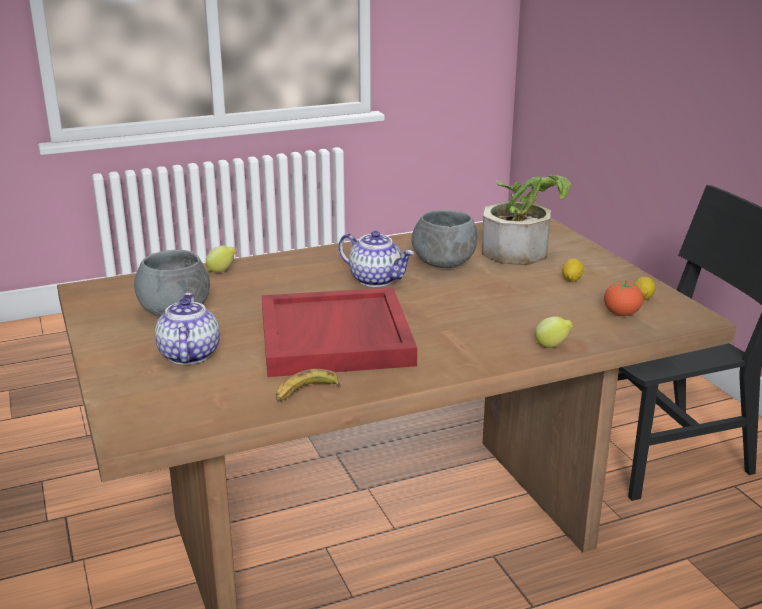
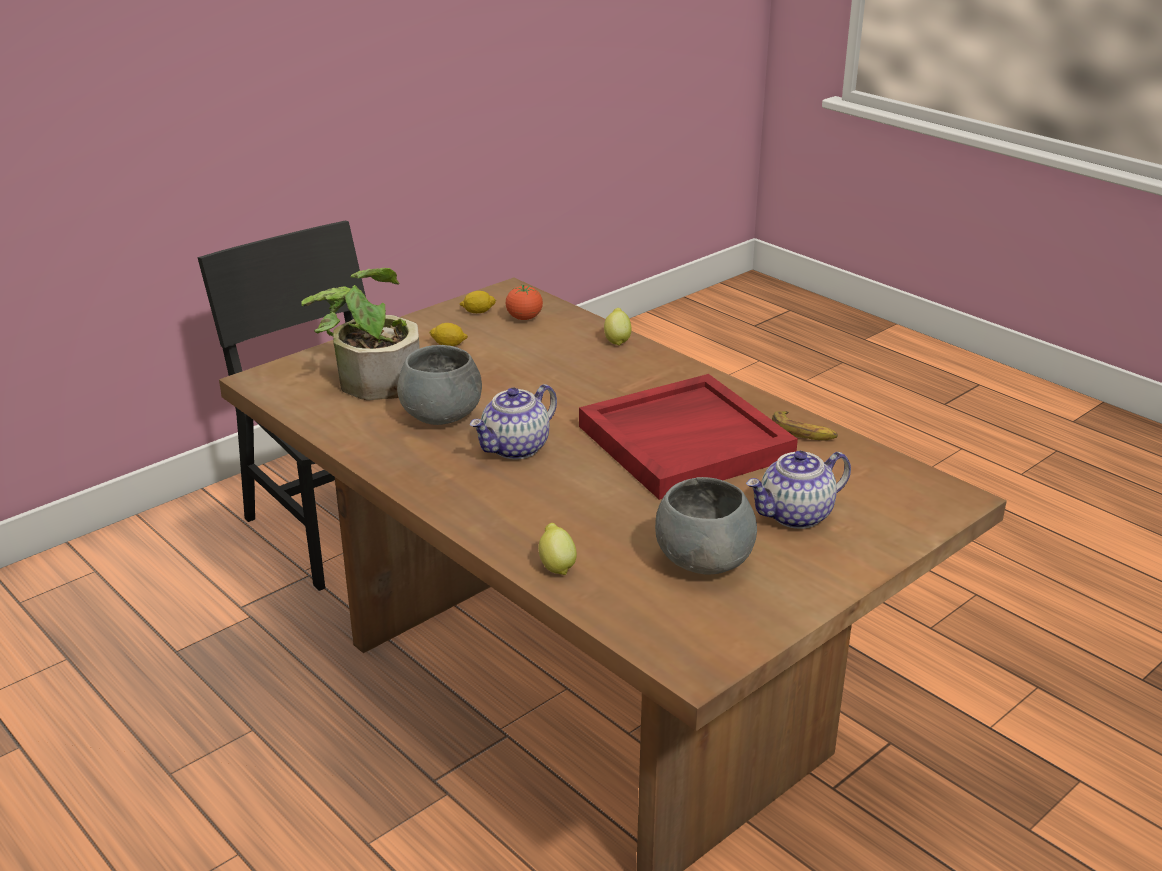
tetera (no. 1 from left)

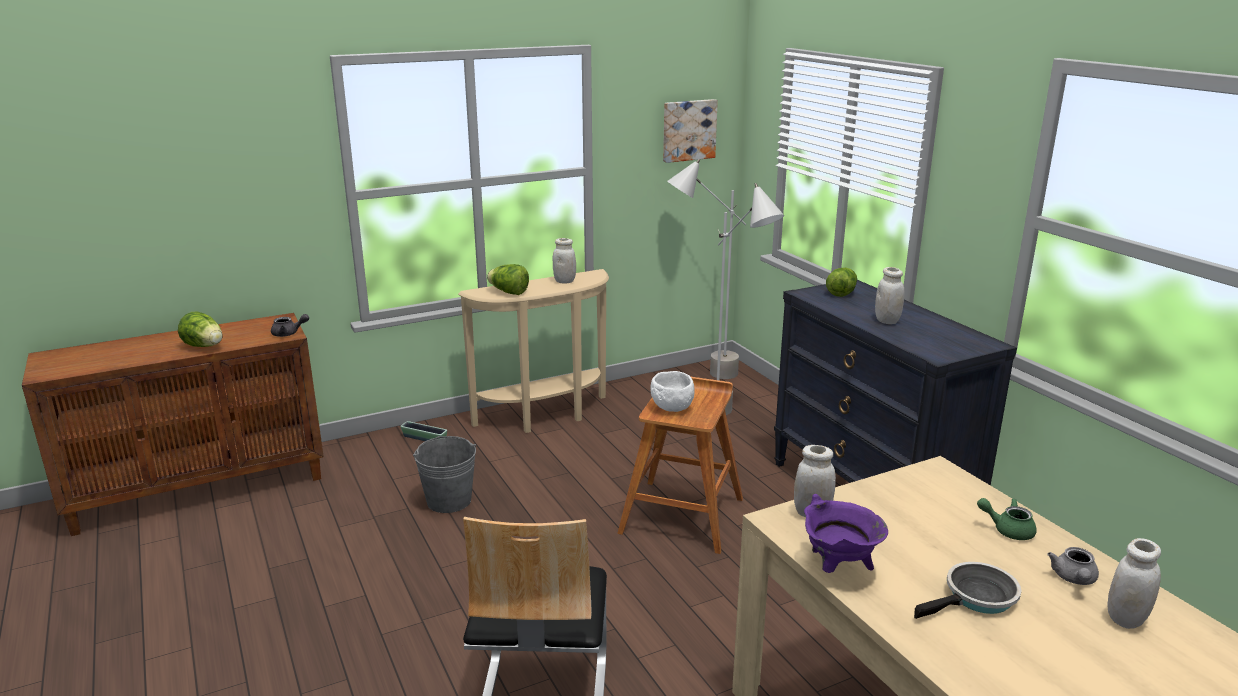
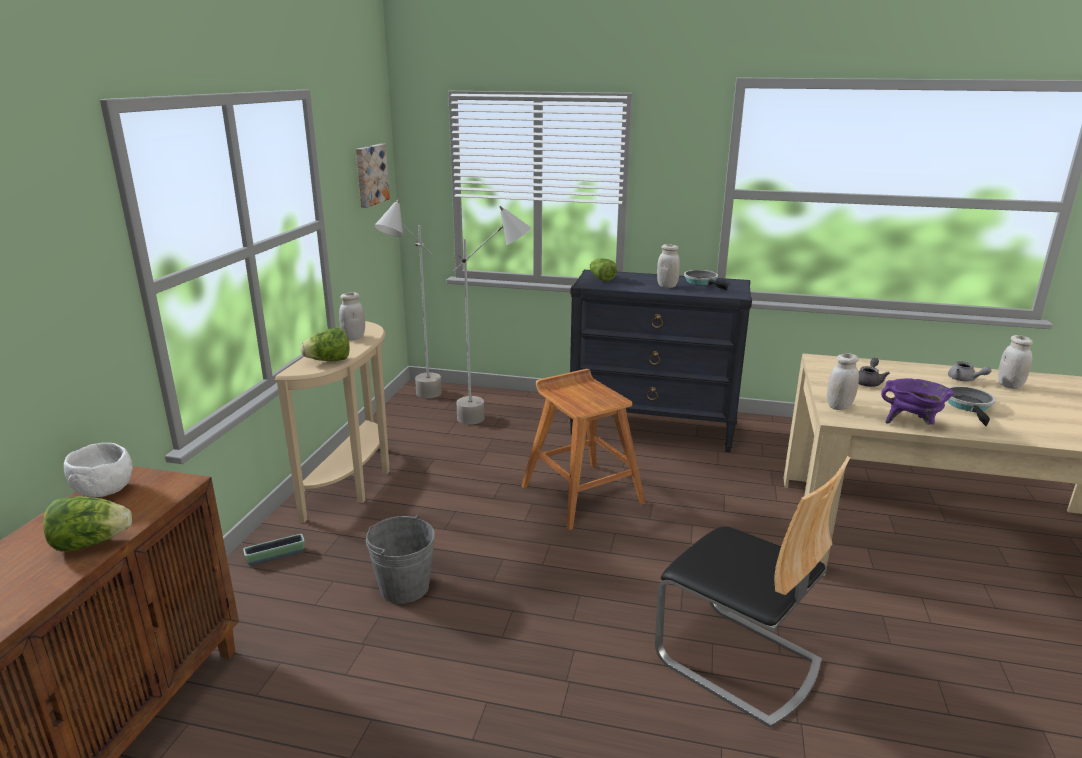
tetera [gris] (no. 1 from left)
cuenco [blanco]
tetera [verde]
sartén (no. 1 from left)

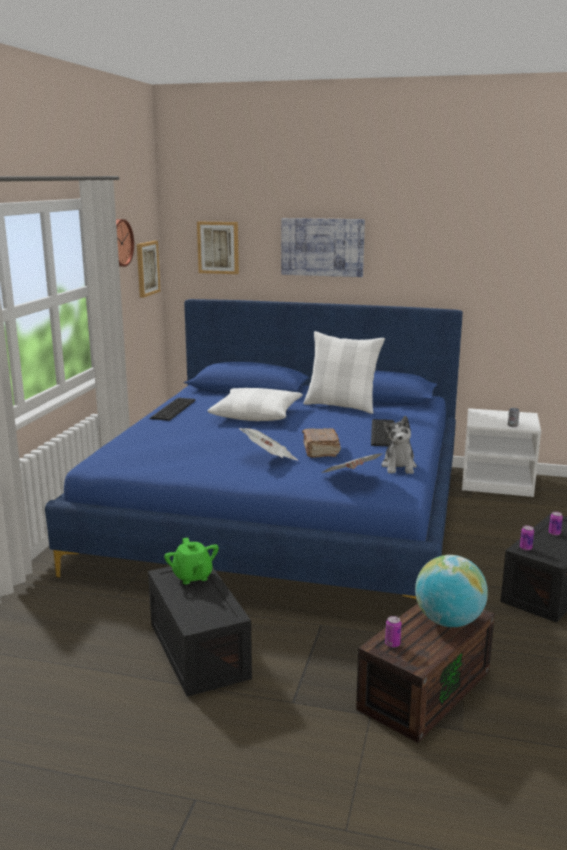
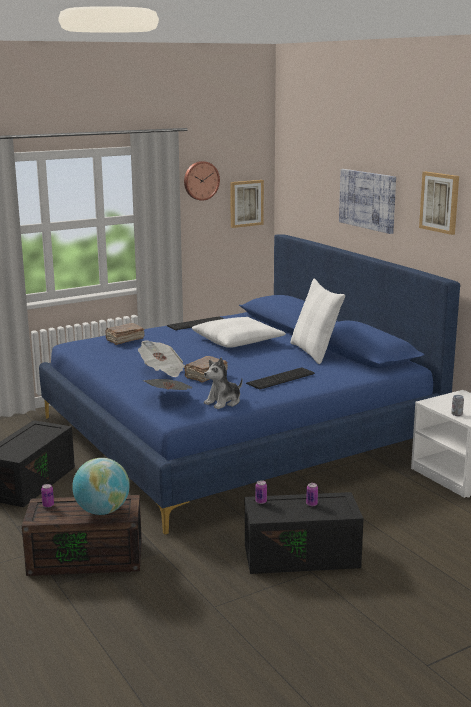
tetera [verde]
cuadro (no. 3 from left)
libro [marrón] (no. 1 from left)

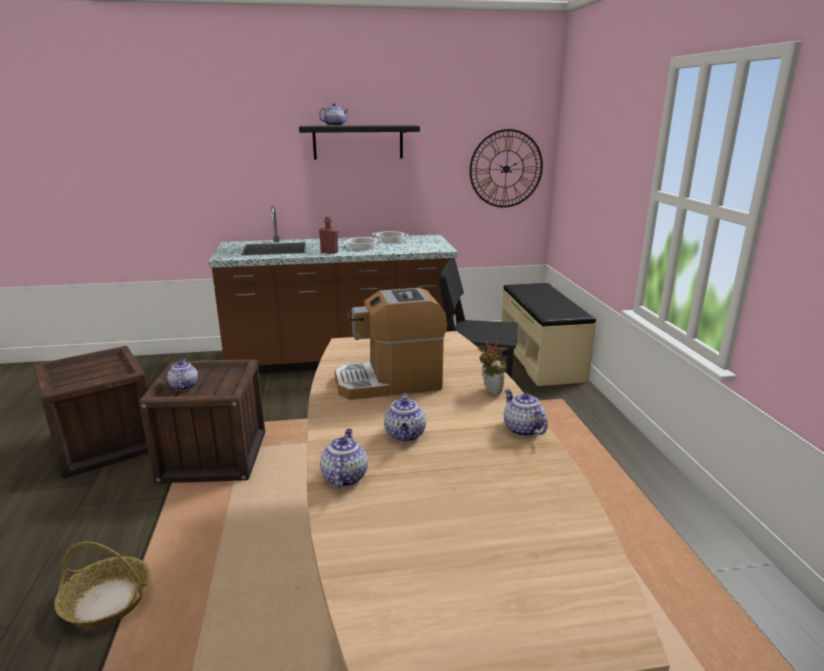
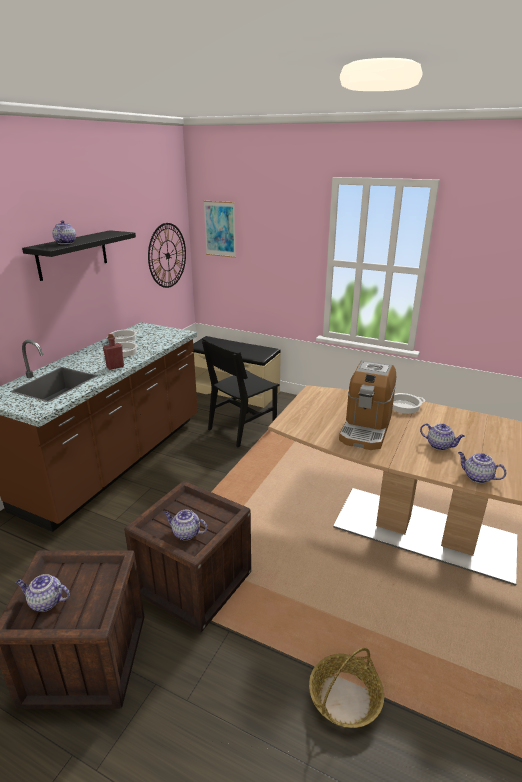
olla (no. 3 from left)
tetera (no. 1 from left)
cuadro

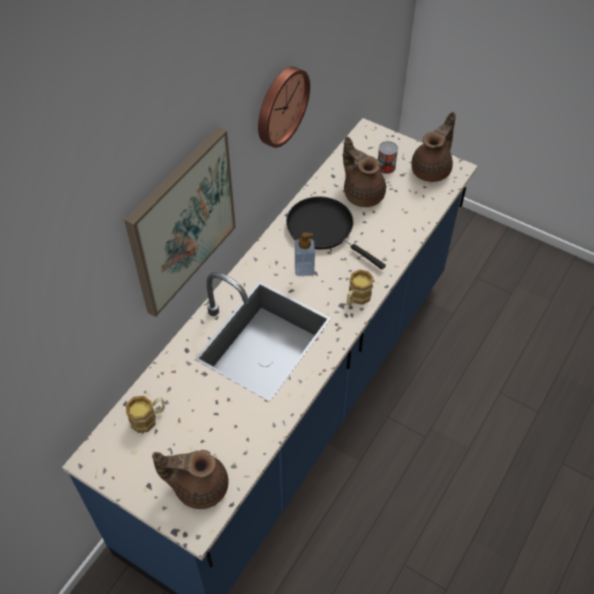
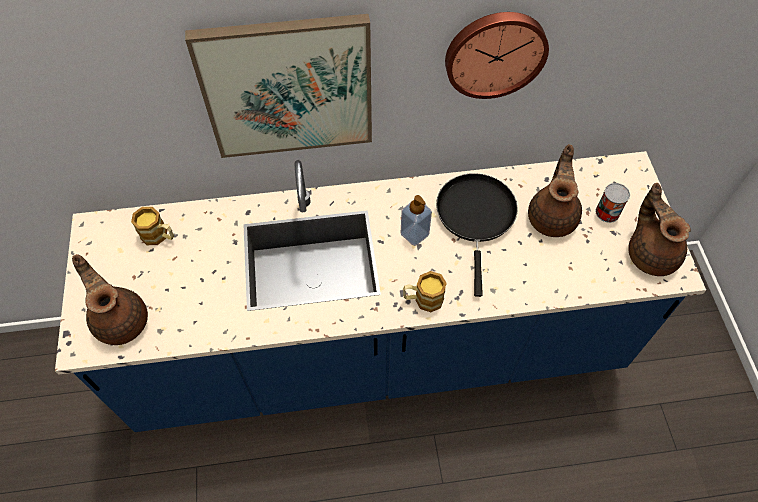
tetera [marrón] (no. 3 from left)

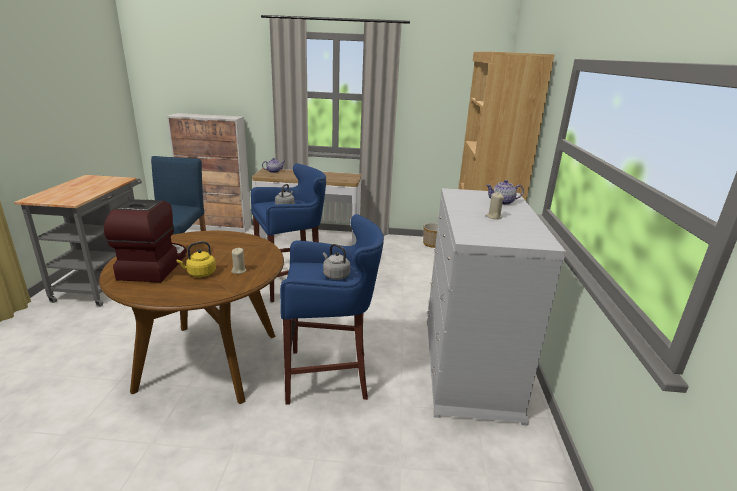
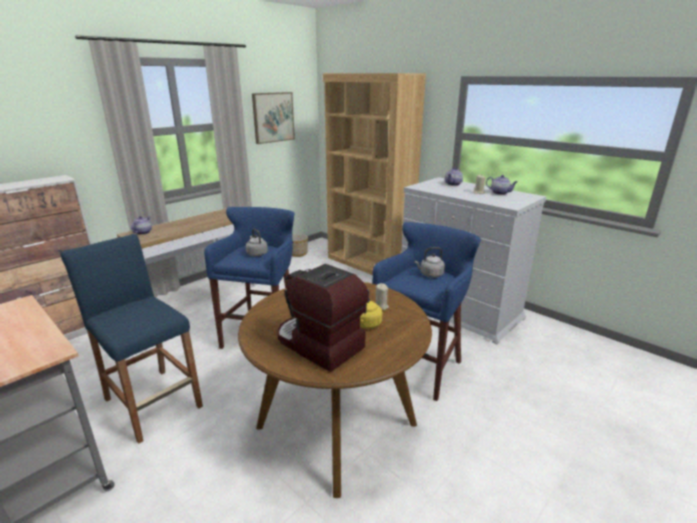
cuadro
tetera (no. 3 from left)

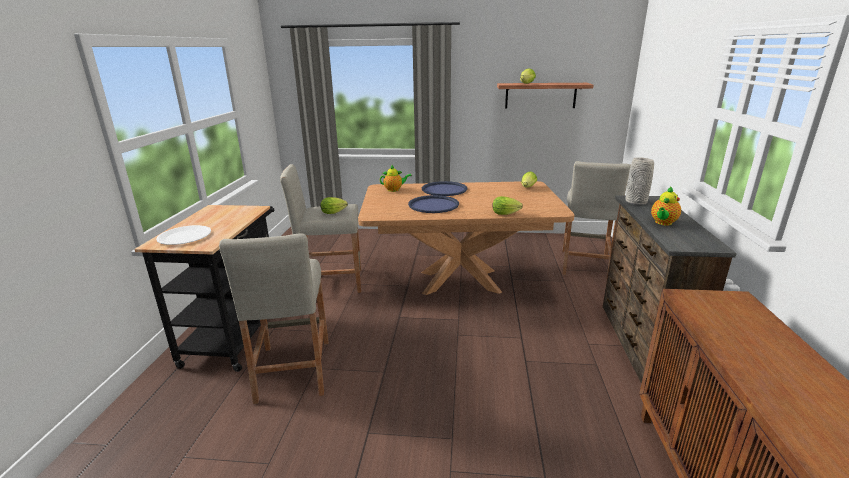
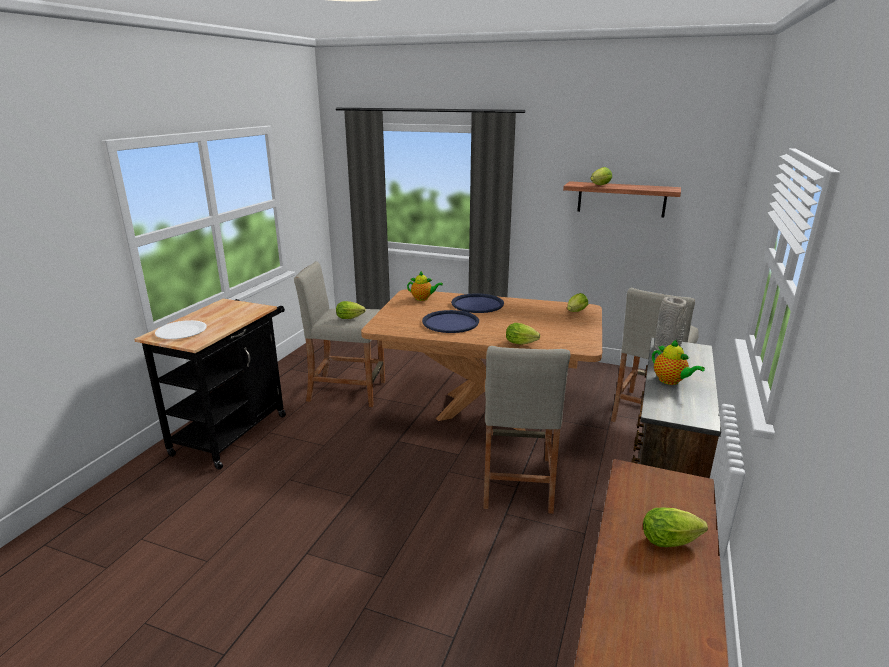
taburete [beis] (no. 2 from left)
tetera (no. 2 from left)
lechuga (no. 5 from left)

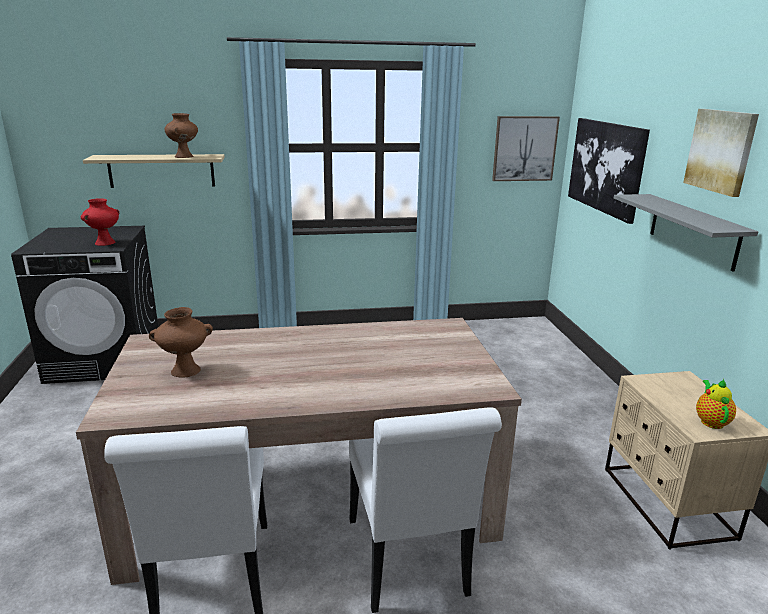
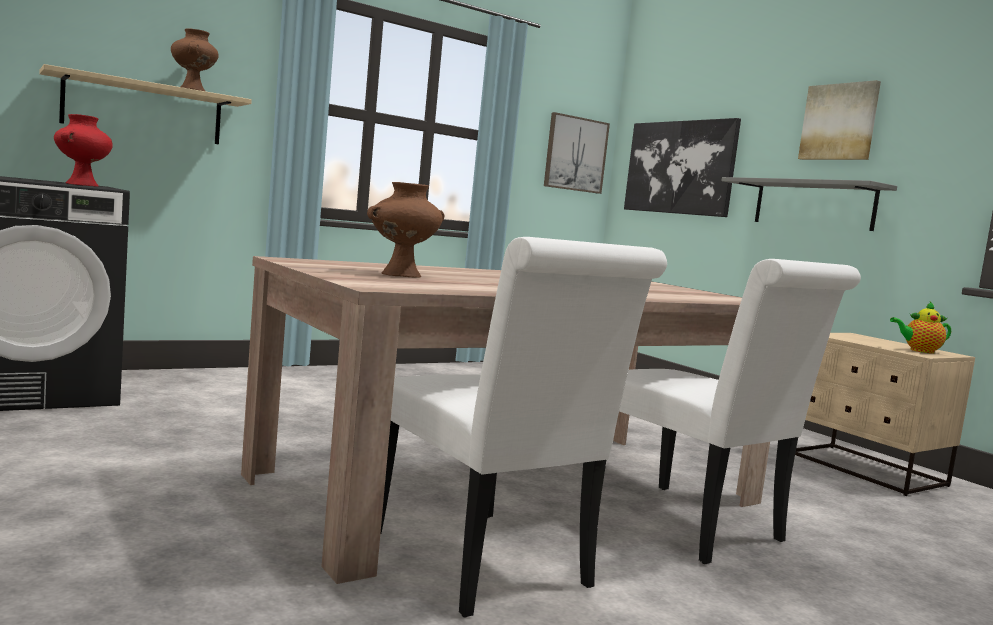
tetera

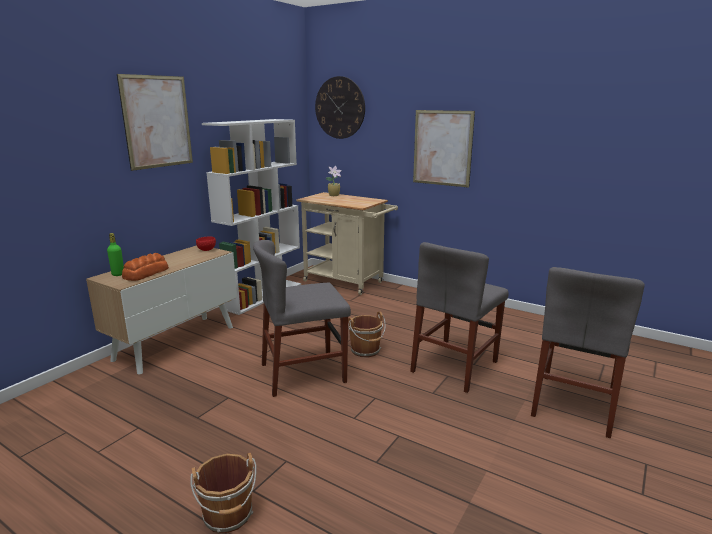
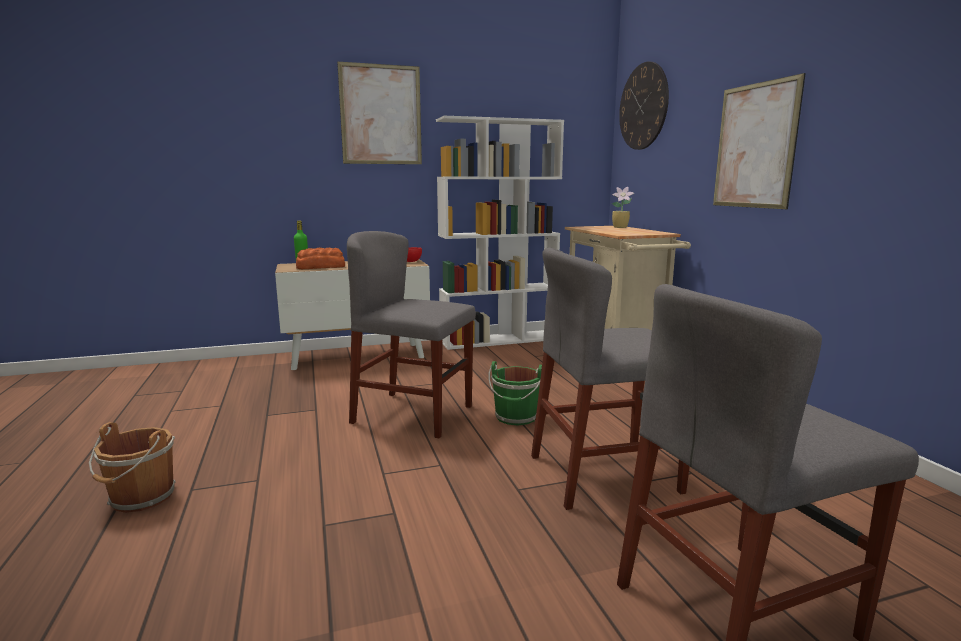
cubo [verde]

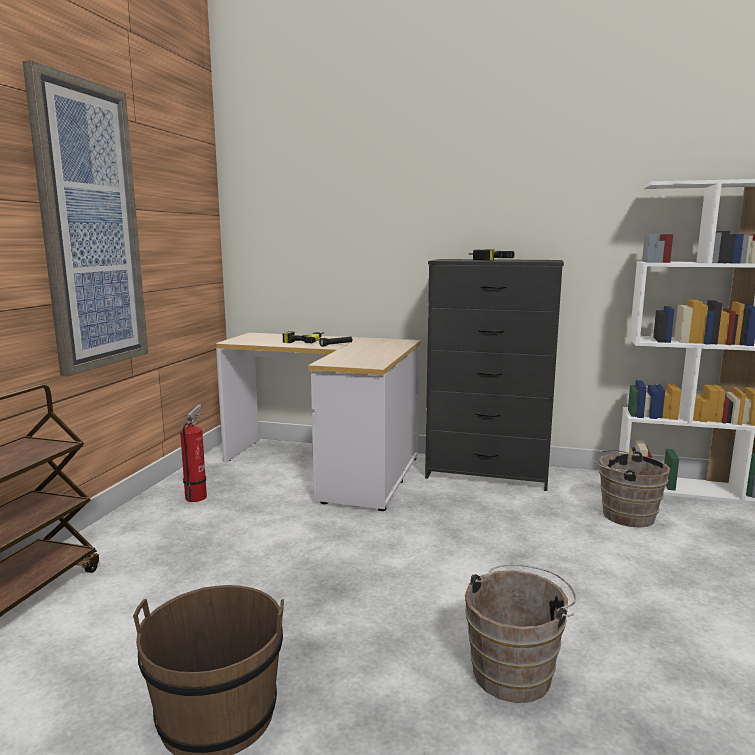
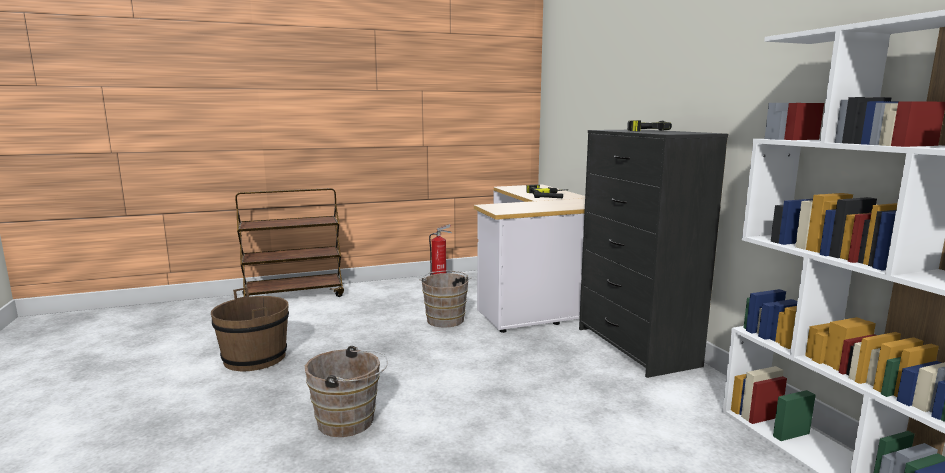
cuadro
cubo [marrón] (no. 3 from left)

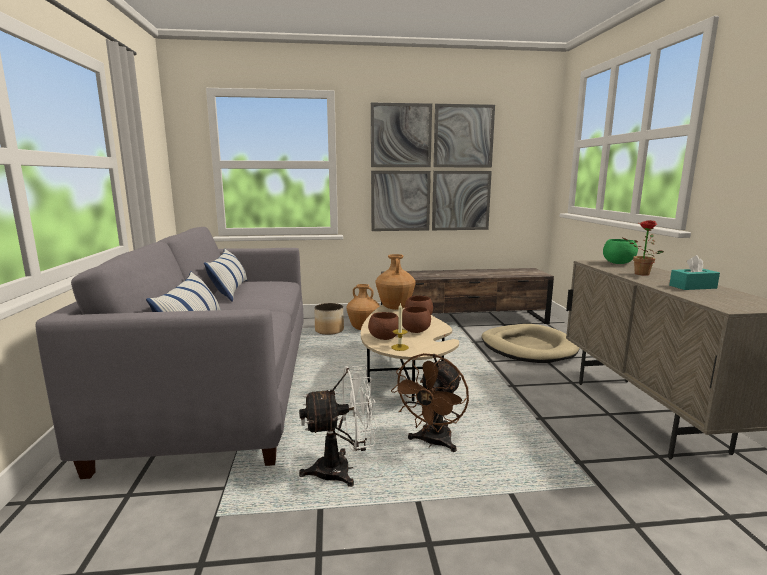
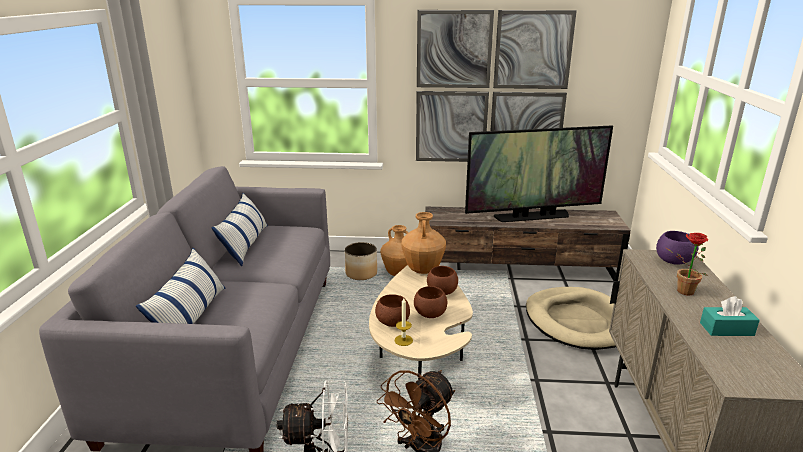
cuenco [morado]
televisor

